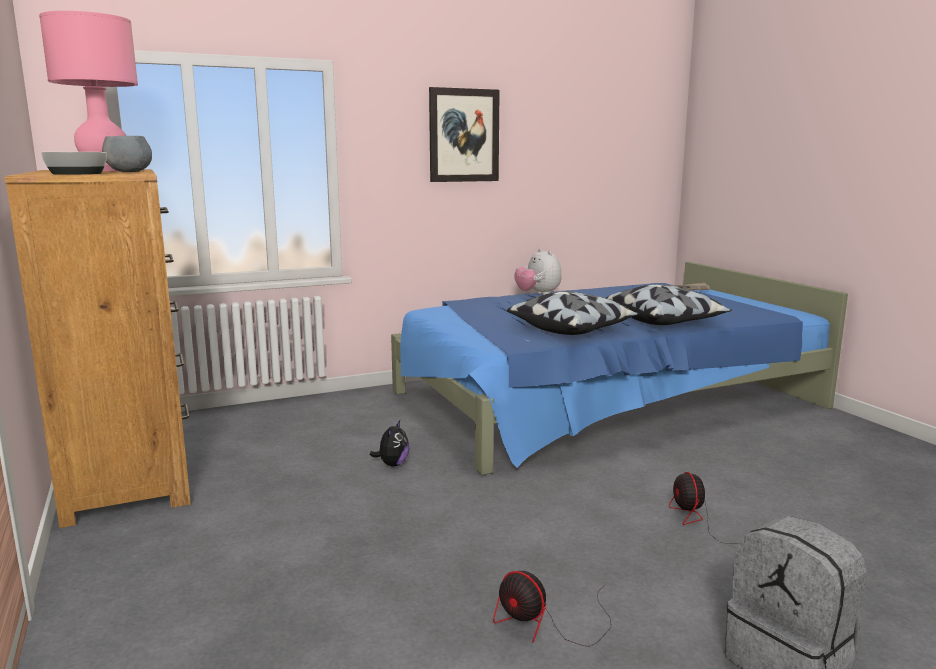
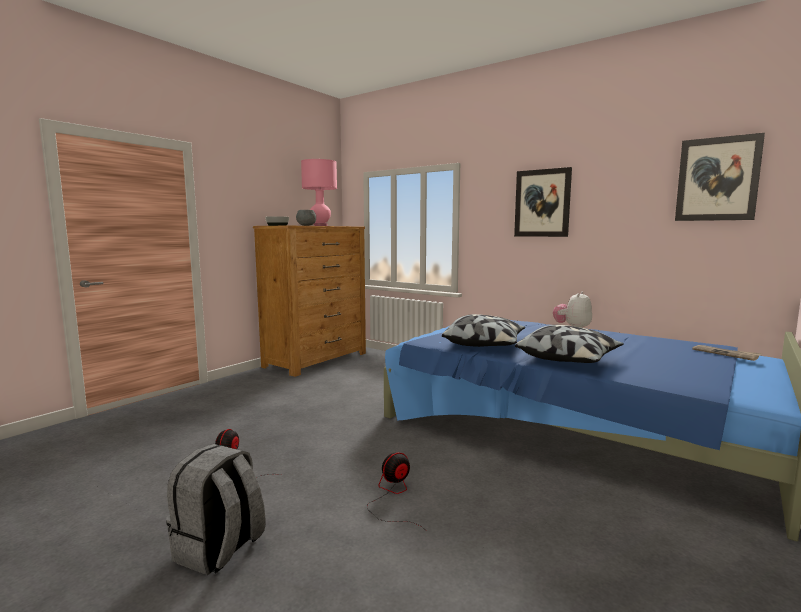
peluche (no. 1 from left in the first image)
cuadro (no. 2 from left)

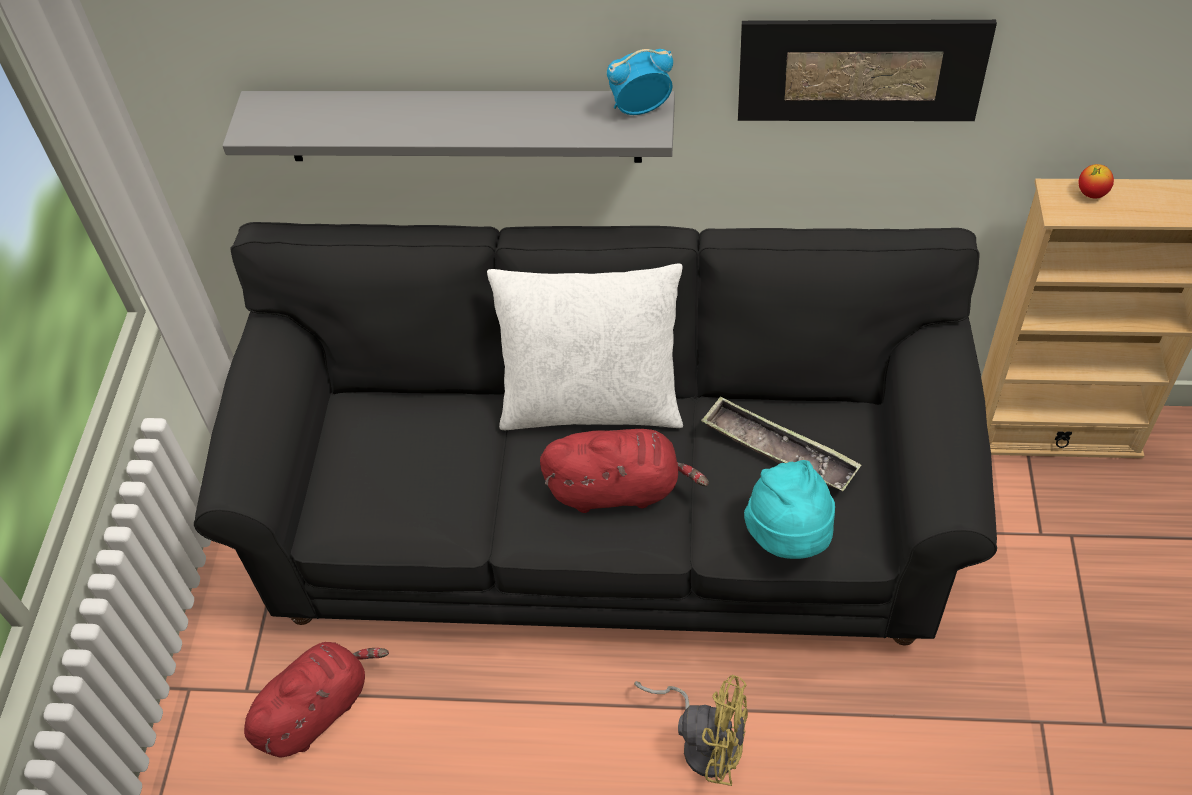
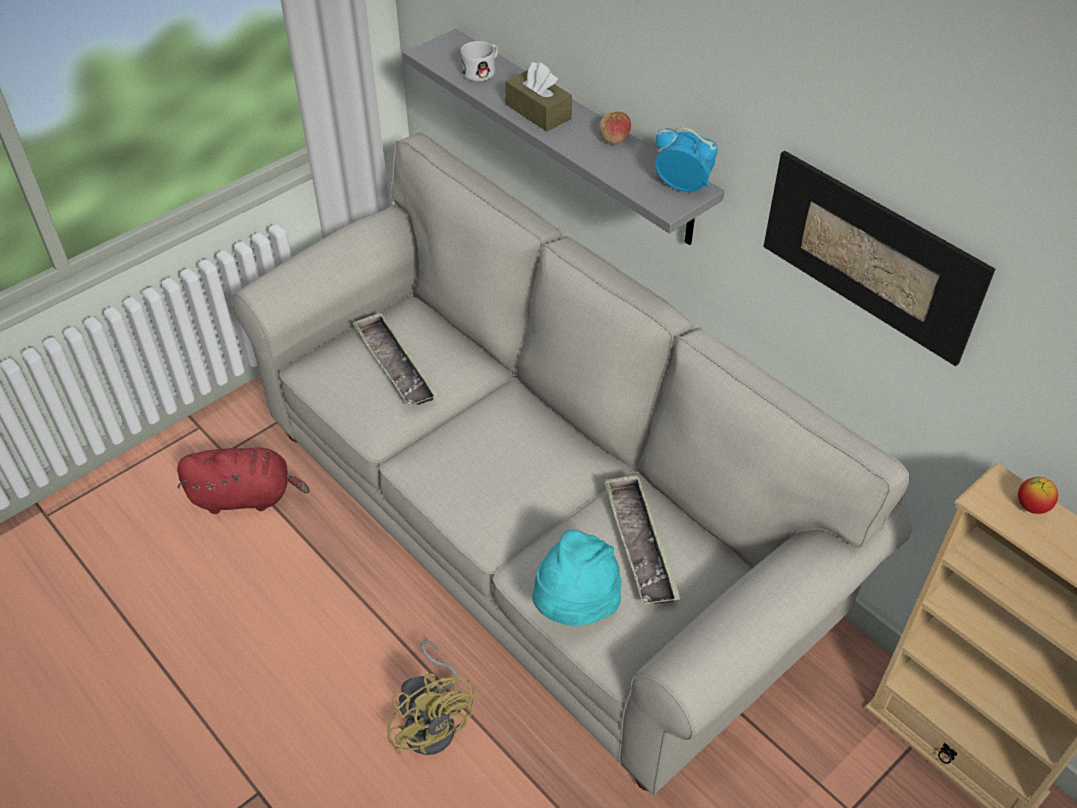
sofá [beis]
cojín [blanco]
peluche [rojo] (no. 2 from left in the first image)
bandeja (no. 1 from left)
taza grande [blanco]
caja de pañuelos [marrón]
manzana (no. 1 from left)

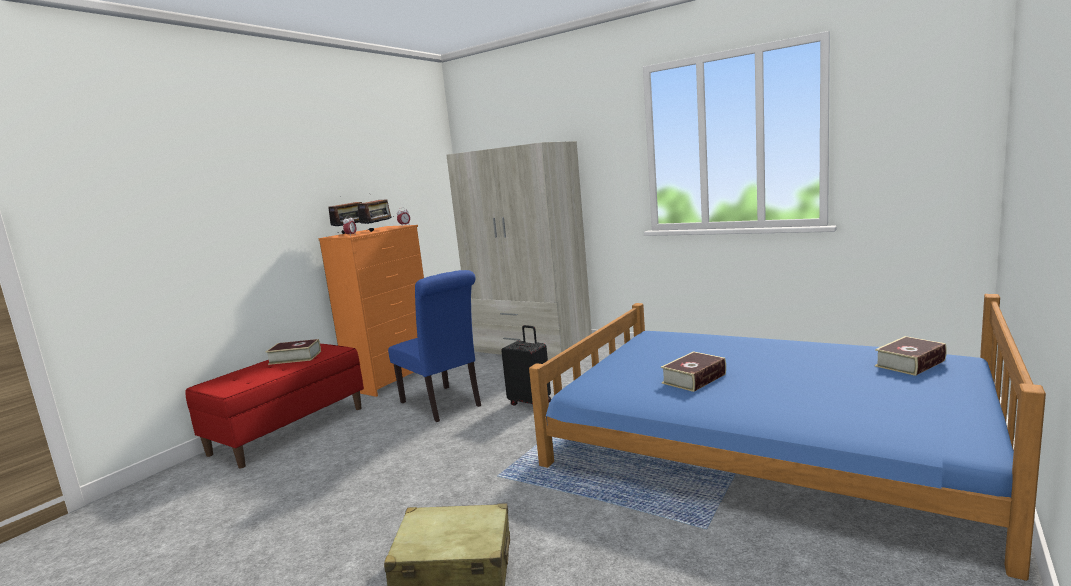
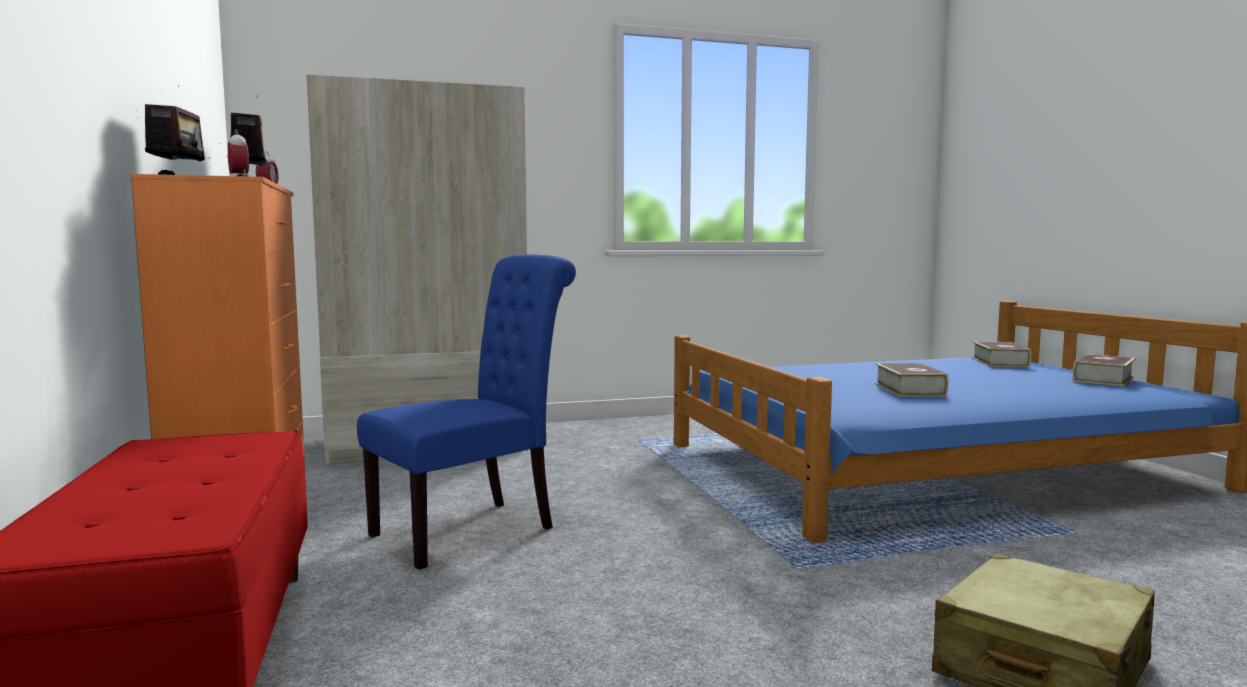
libro (no. 3 from left)
silla [azul]
maleta [negro]

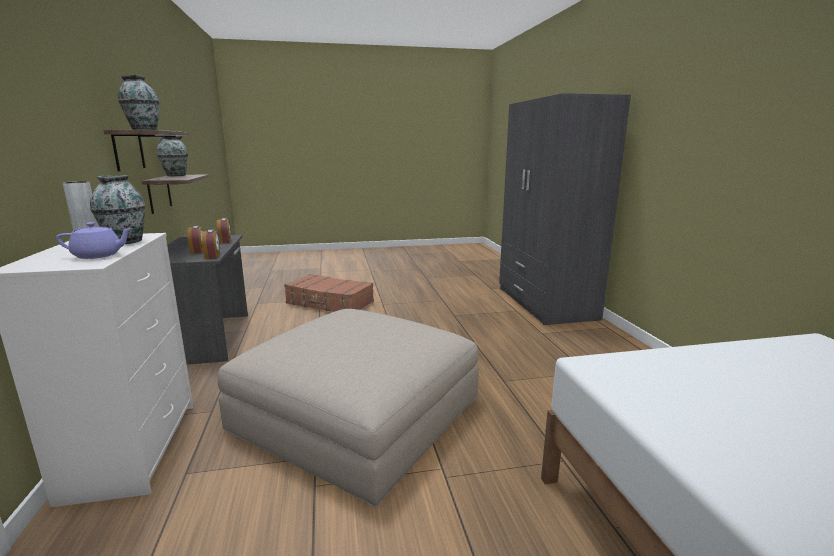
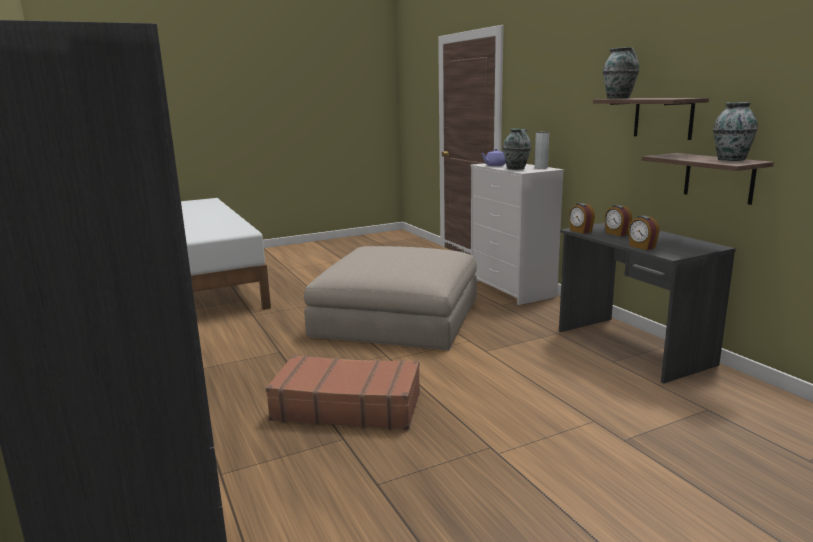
maleta [marrón]

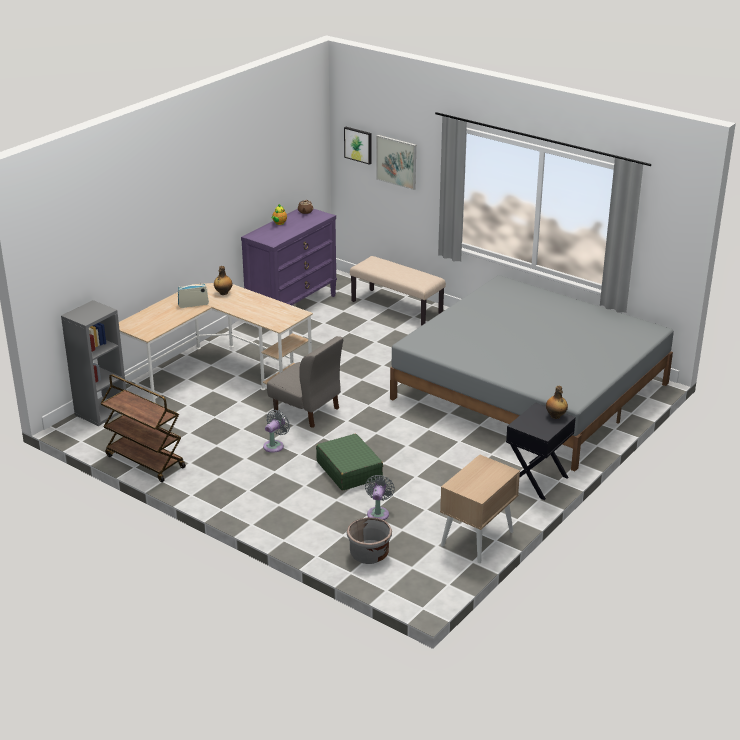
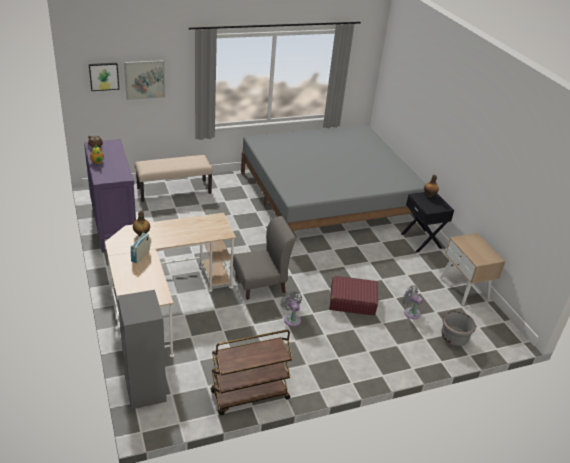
maleta [rojo]

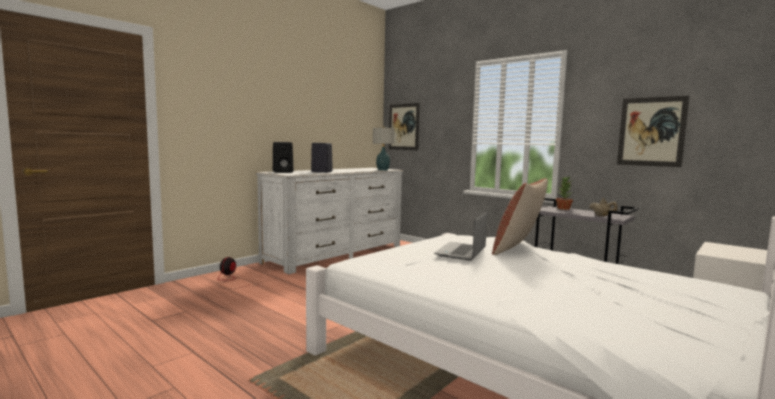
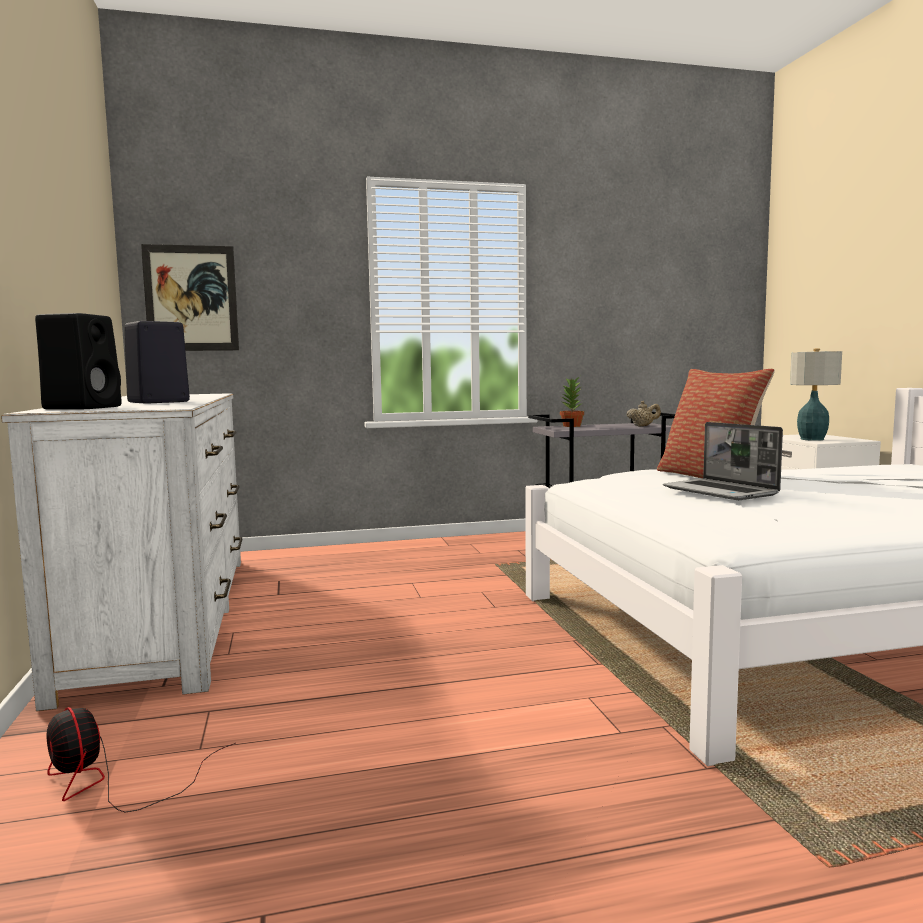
lámpara de mesa
cuadro (no. 2 from left in the first image)

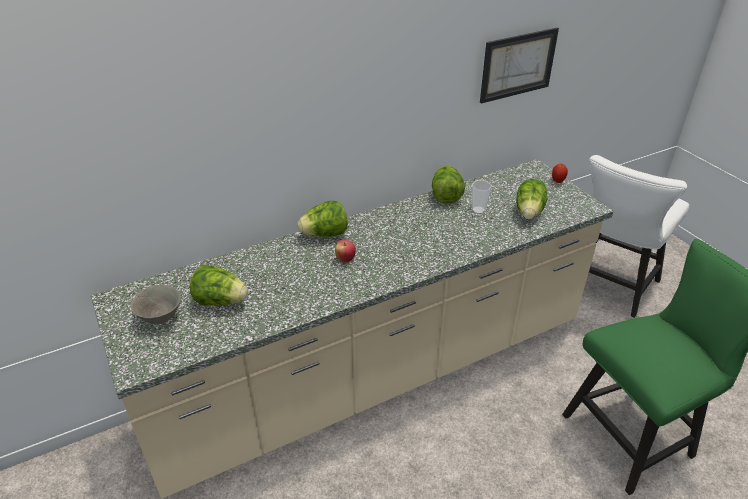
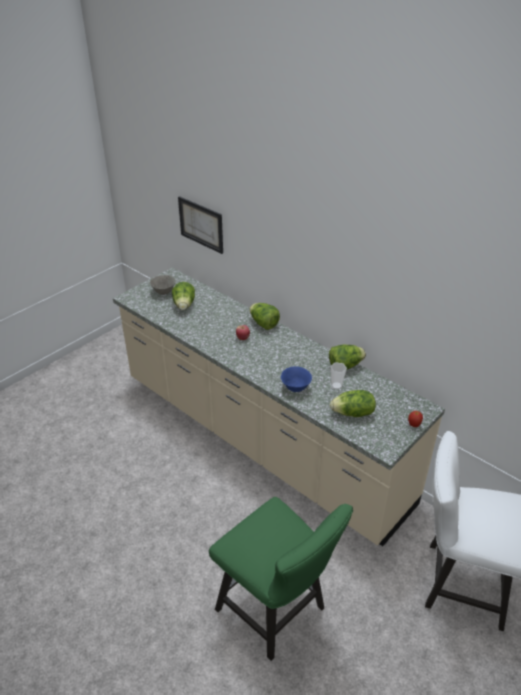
cuadro
cuenco [azul]

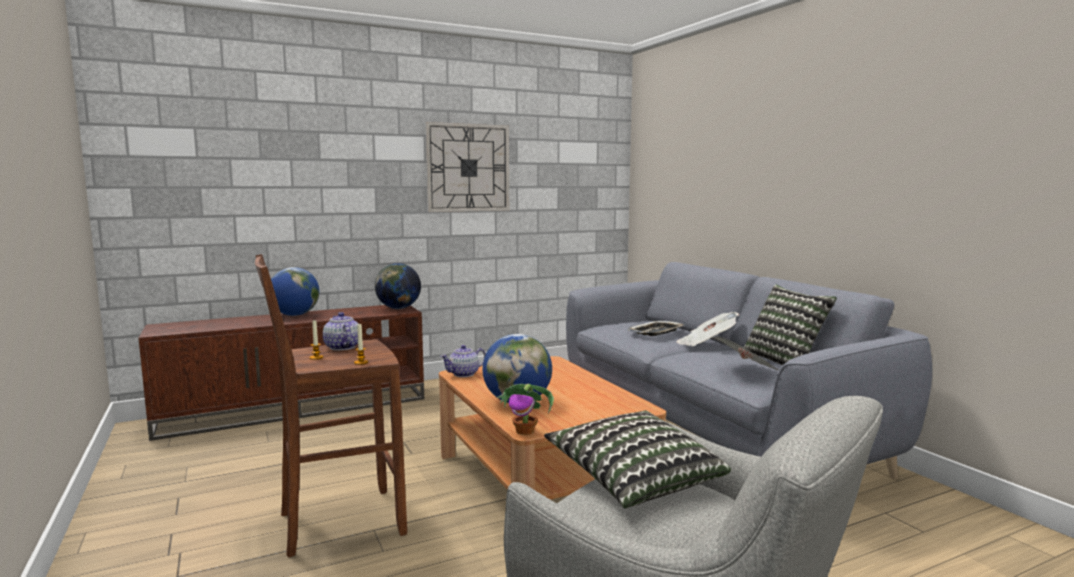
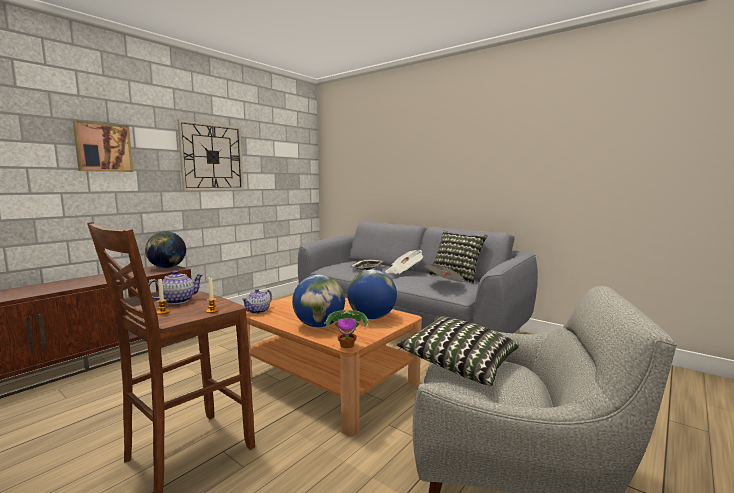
globo terráqueo (no. 3 from left)
tetera (no. 1 from left)
cuadro

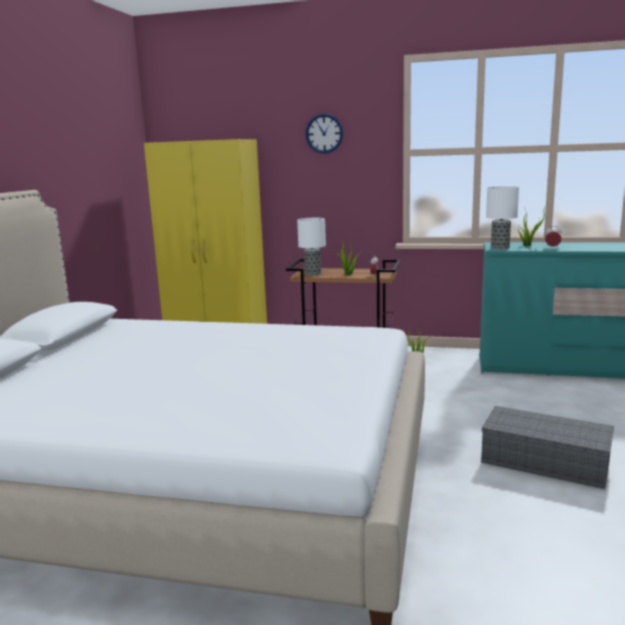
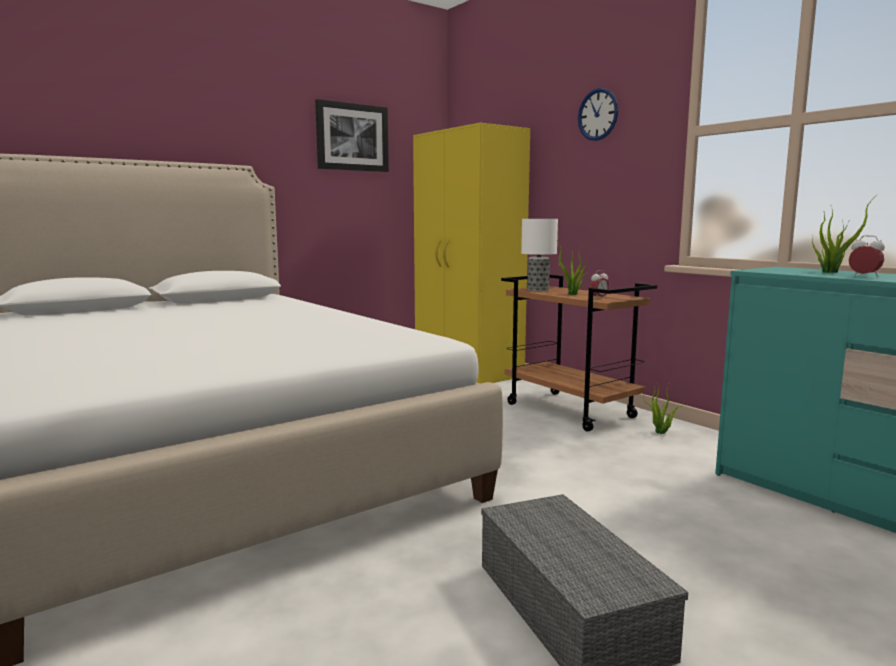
lámpara de mesa (no. 2 from left in the first image)
cuadro

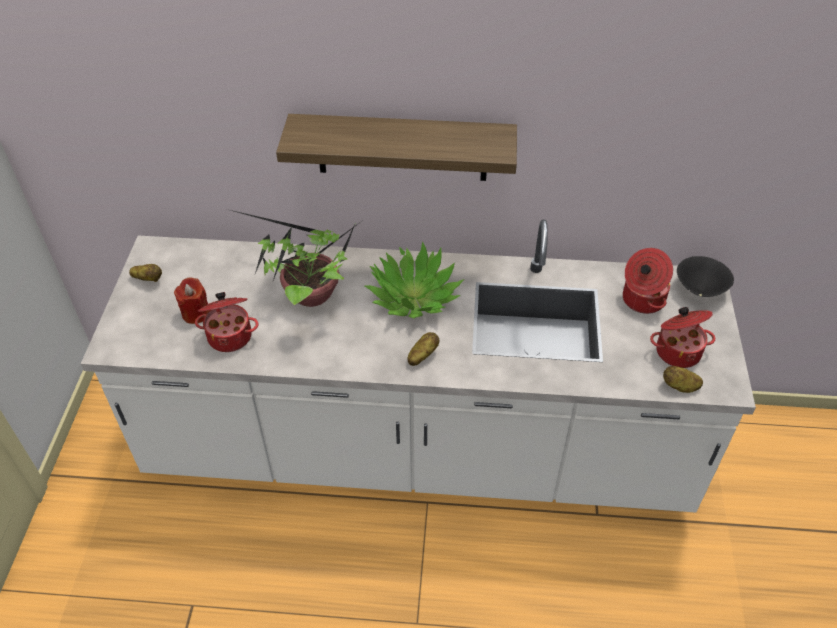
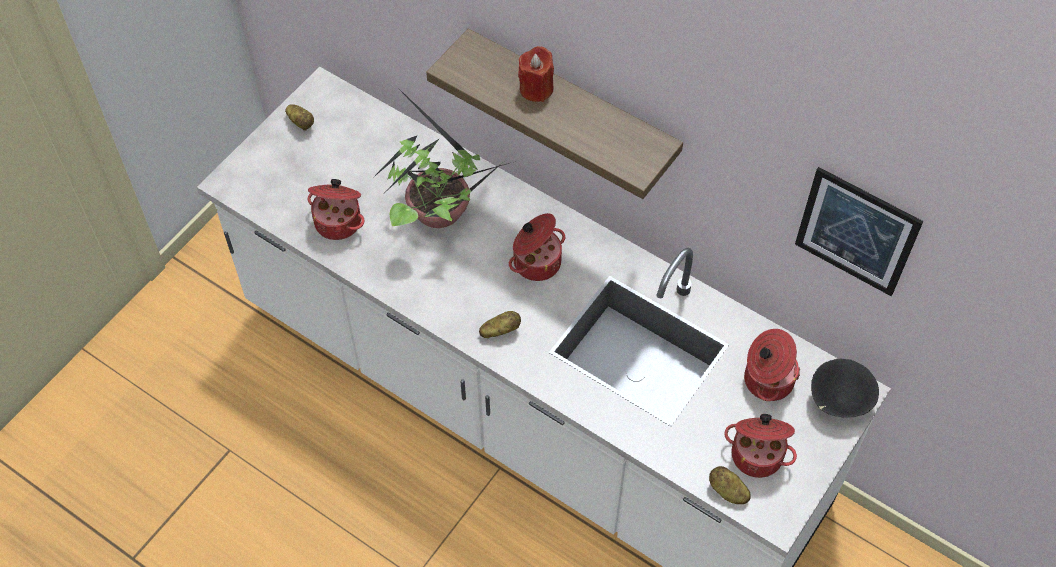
vela [rojo]
olla (no. 2 from left)
cuadro

